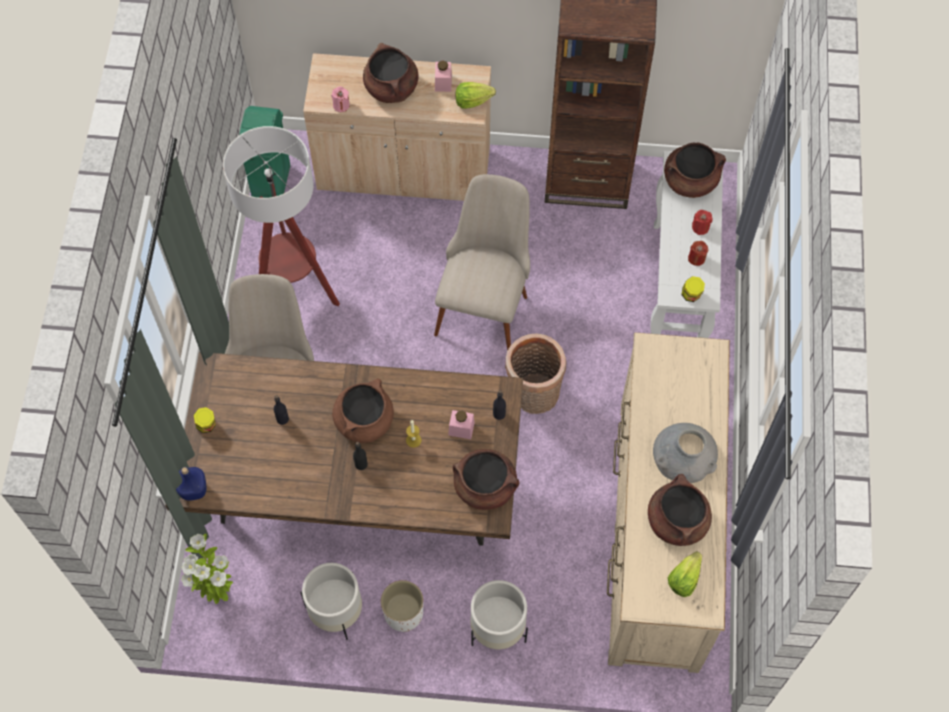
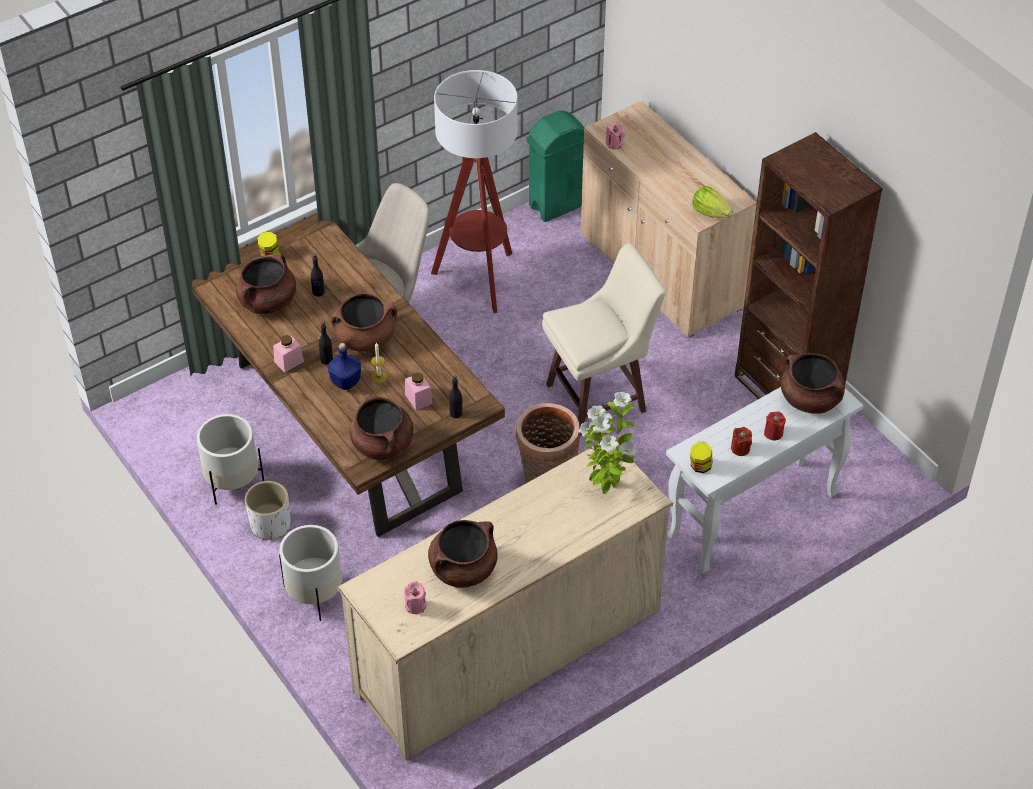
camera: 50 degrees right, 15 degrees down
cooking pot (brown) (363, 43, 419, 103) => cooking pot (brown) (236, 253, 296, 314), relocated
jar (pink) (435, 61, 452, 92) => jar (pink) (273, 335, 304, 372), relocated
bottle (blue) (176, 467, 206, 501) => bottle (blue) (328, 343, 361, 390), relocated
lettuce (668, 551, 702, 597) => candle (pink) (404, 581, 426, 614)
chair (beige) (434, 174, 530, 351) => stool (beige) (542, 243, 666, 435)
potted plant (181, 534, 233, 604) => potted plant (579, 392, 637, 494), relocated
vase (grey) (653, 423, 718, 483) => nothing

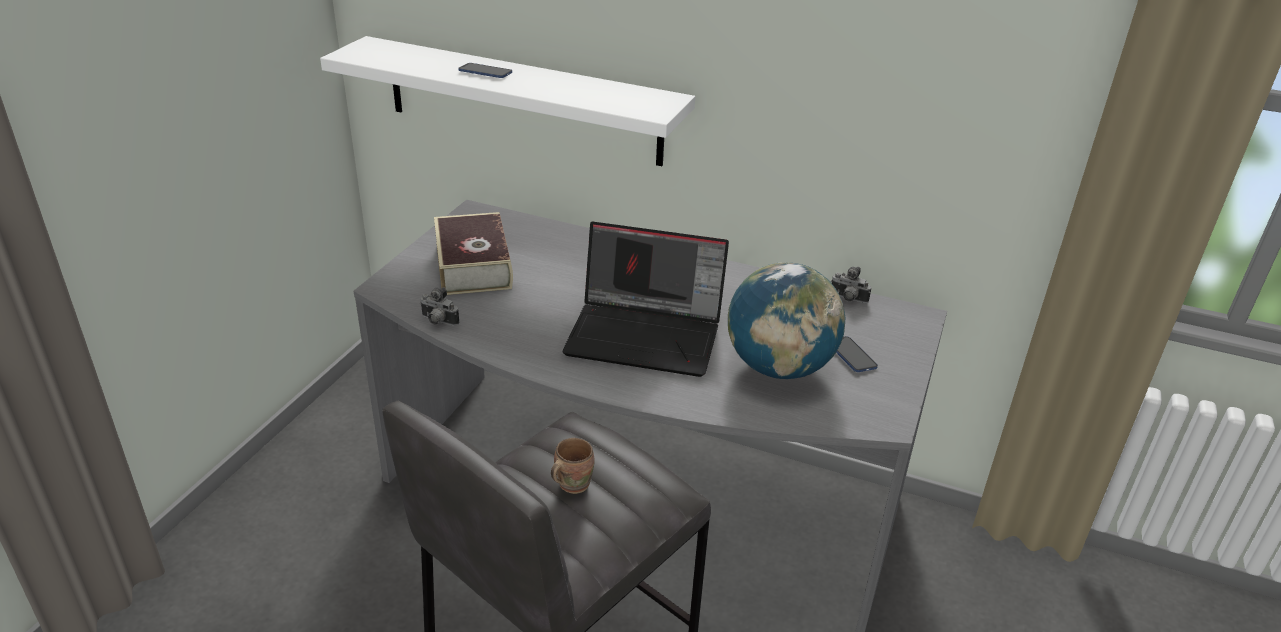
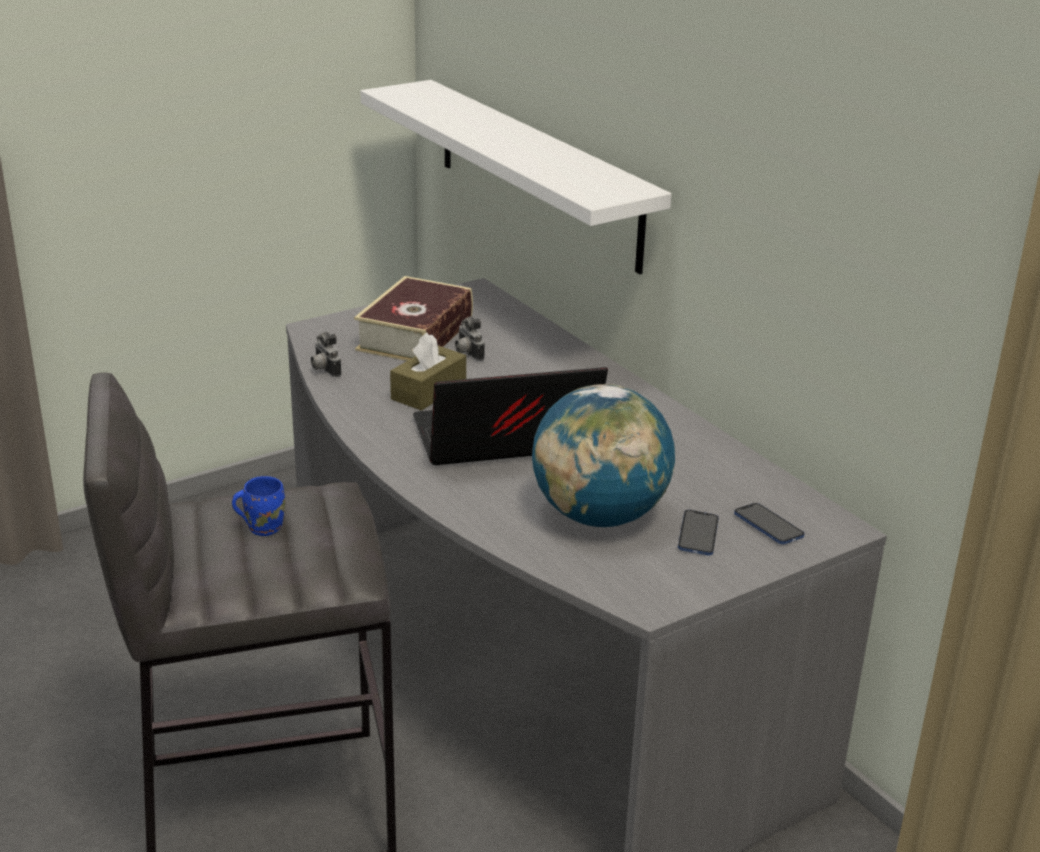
camera: 35 degrees right, 5 degrees down
mug (brown) (551, 438, 595, 494) => mug (blue) (232, 476, 285, 536)
nothing => tissue box (brown) (390, 333, 466, 411)
laptop (562, 222, 729, 377) => laptop (413, 367, 608, 465), 120 degrees clockwise
photo camera (831, 267, 871, 303) => photo camera (455, 316, 485, 361), relocated
phone (458, 63, 512, 78) => phone (734, 503, 805, 544), relocated

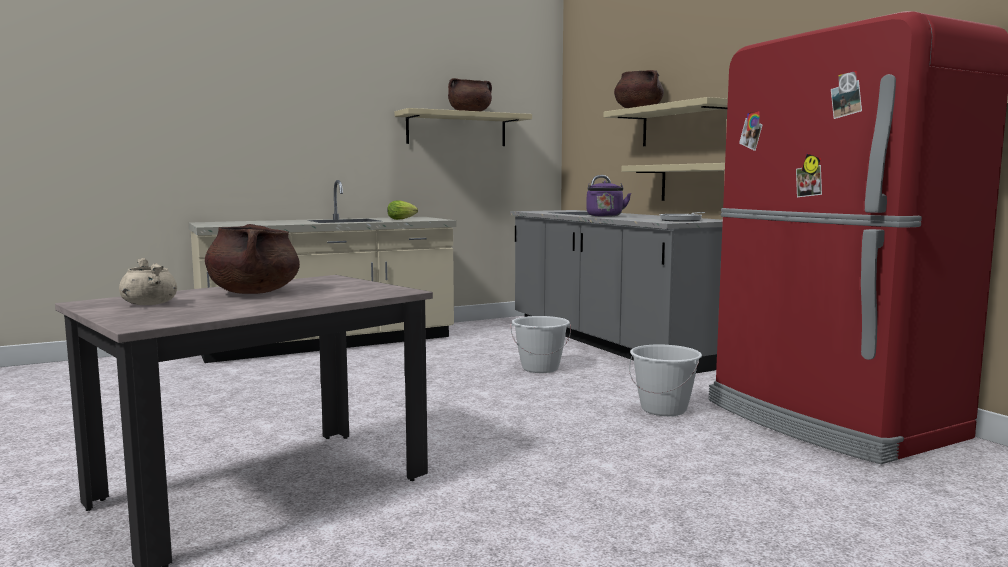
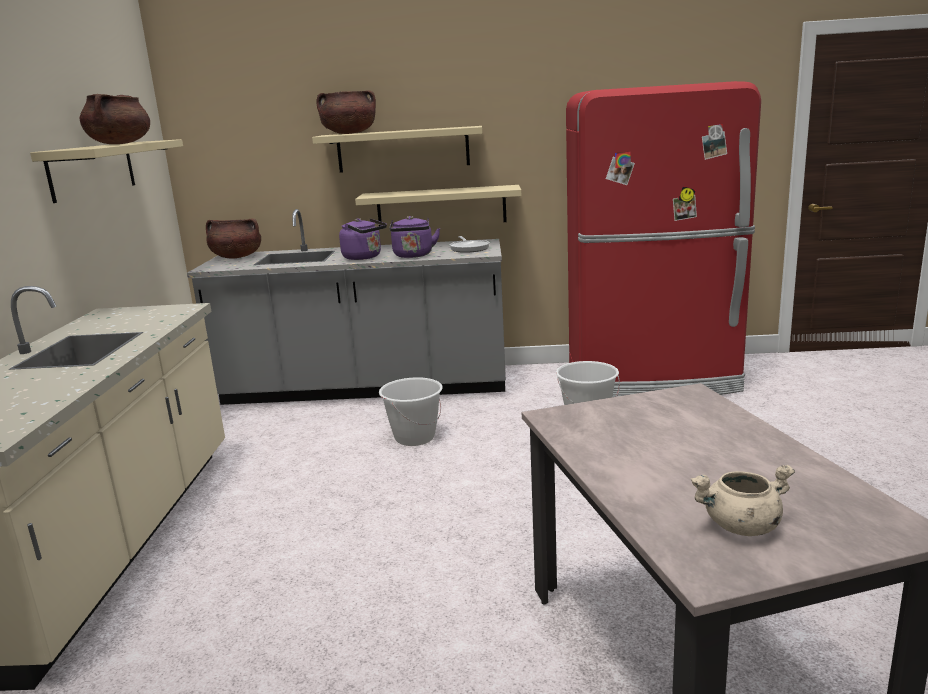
camera: 60 degrees left, 10 degrees up
cooking pot (brown) (205, 224, 300, 294) => cooking pot (brown) (206, 218, 261, 259), relocated
nothing => kettle (purple) (390, 216, 440, 258)
lettuce (387, 201, 418, 220) => nothing

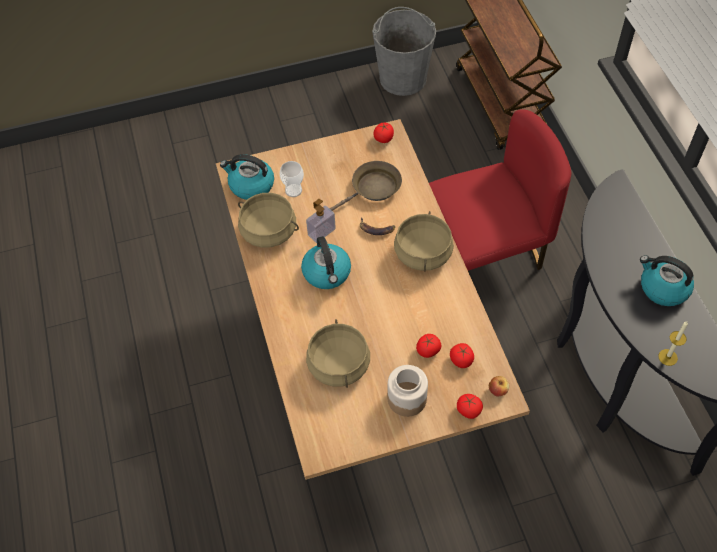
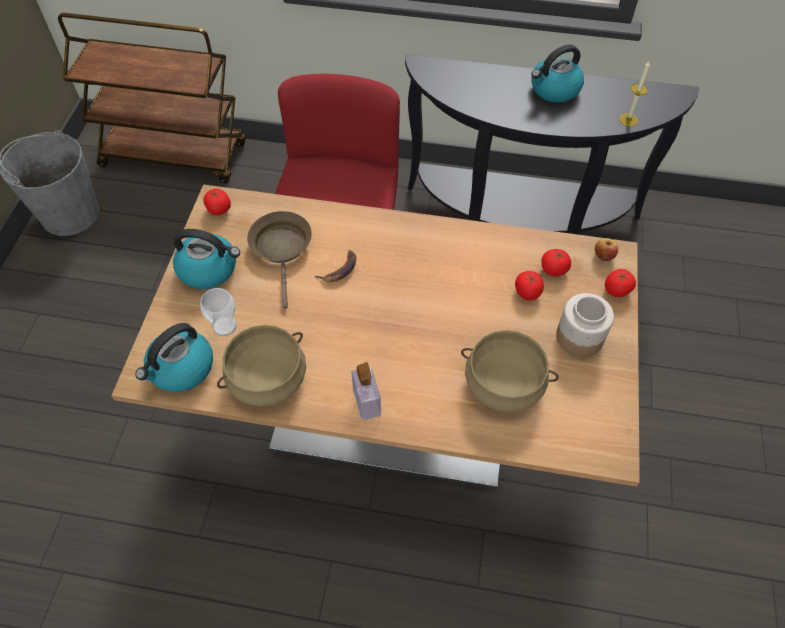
camera: 65 degrees left, 0 degrees up
kettle (301, 236, 351, 289) => kettle (173, 229, 240, 289), relocated
soap dispenser (306, 199, 336, 243) => soap dispenser (352, 362, 381, 420), relocated
cooking pot (beige) (394, 211, 454, 272) => nothing

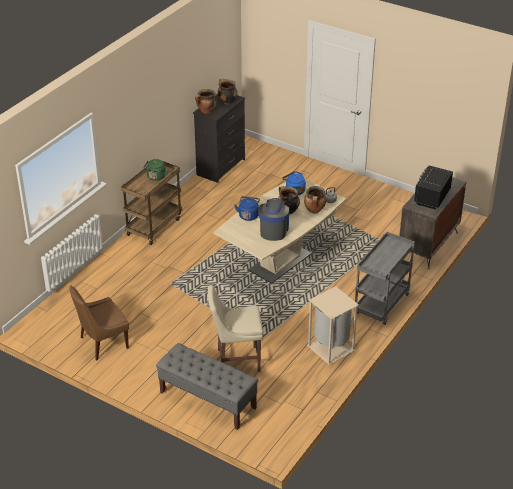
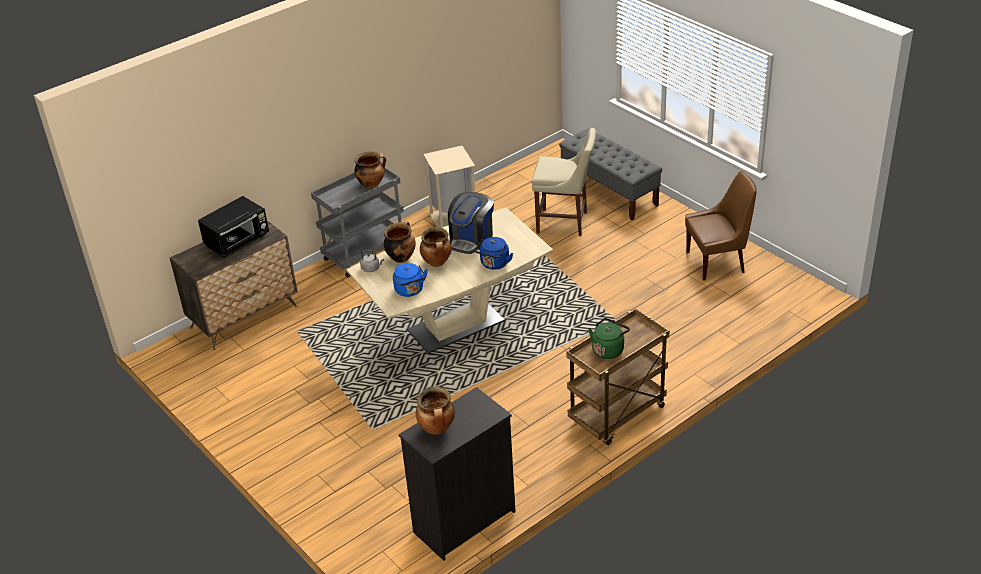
camera: 160 degrees left, 0 degrees up
cooking pot (195, 89, 217, 114) => cooking pot (354, 152, 386, 189), relocated

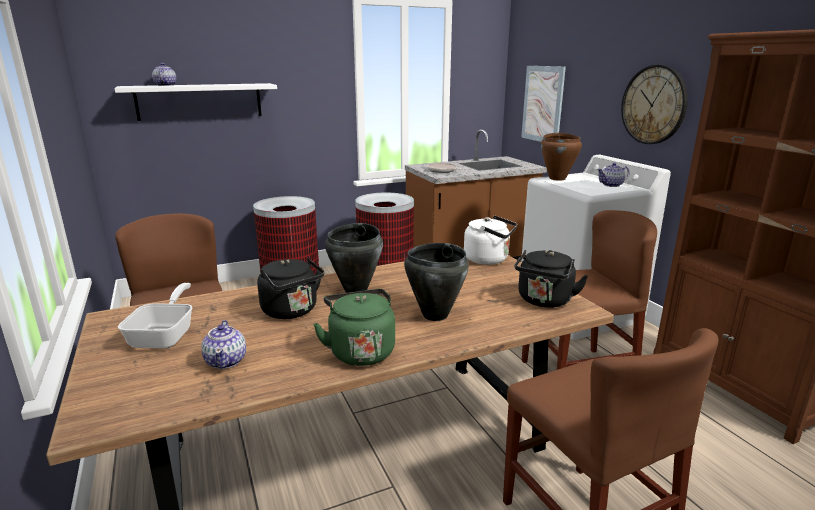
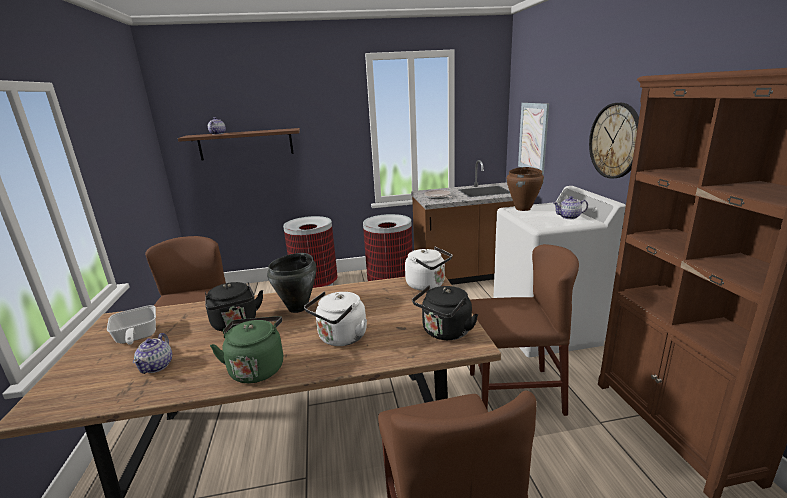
camera: 15 degrees right, 0 degrees up
frying pan (118, 283, 193, 349) => frying pan (107, 305, 156, 345), 135 degrees clockwise
shelf (white) (114, 83, 277, 121) => shelf (brown) (178, 128, 300, 160)
cooking pot (black) (404, 243, 469, 321) => kettle (white) (304, 291, 367, 346)

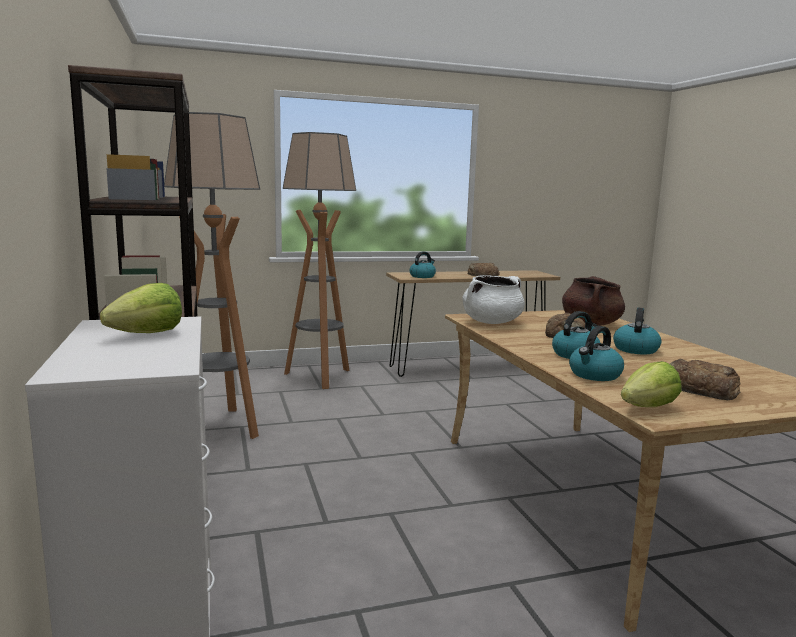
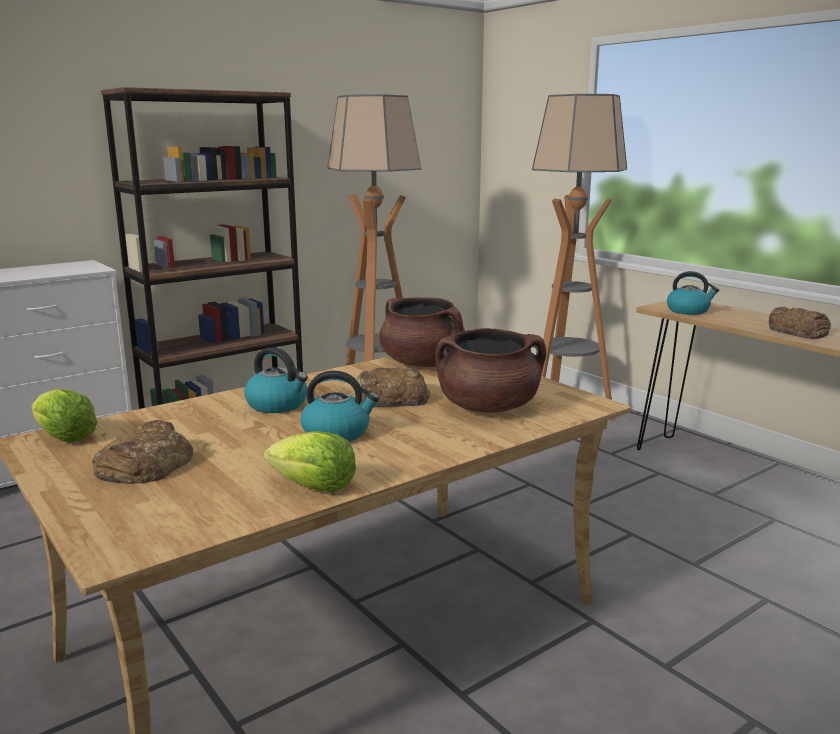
camera: 70 degrees right, 5 degrees up
lettuce (100, 283, 182, 333) => lettuce (264, 431, 356, 492), relocated
cooking pot (white) (463, 275, 525, 324) => cooking pot (brown) (379, 297, 465, 367)
kettle (569, 326, 624, 381) => nothing

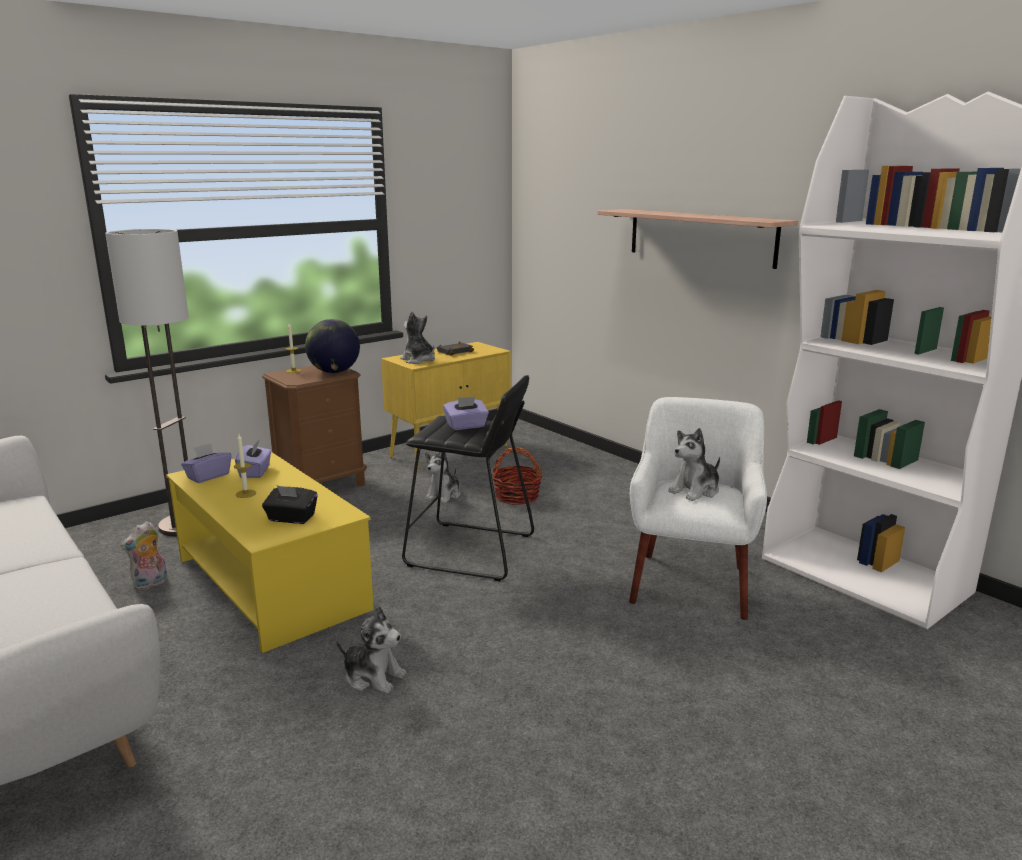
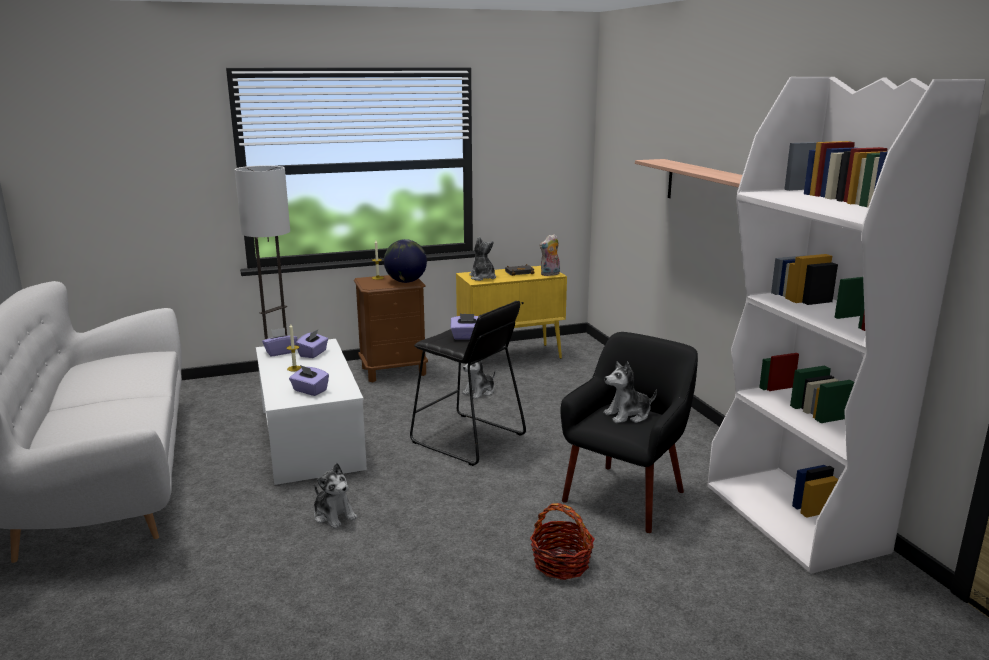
camera: 20 degrees right, 0 degrees up
coffee table (yellow) (166, 452, 374, 653) => coffee table (white) (256, 339, 367, 485)
tissue box (black) (262, 485, 318, 524) => tissue box (purple) (289, 365, 329, 396)
basket (492, 447, 542, 505) => basket (530, 503, 595, 580), relocated
plush toy (120, 521, 168, 590) => plush toy (539, 234, 560, 276), relocated
armchair (white) (629, 397, 767, 620) => armchair (black) (560, 332, 698, 533)

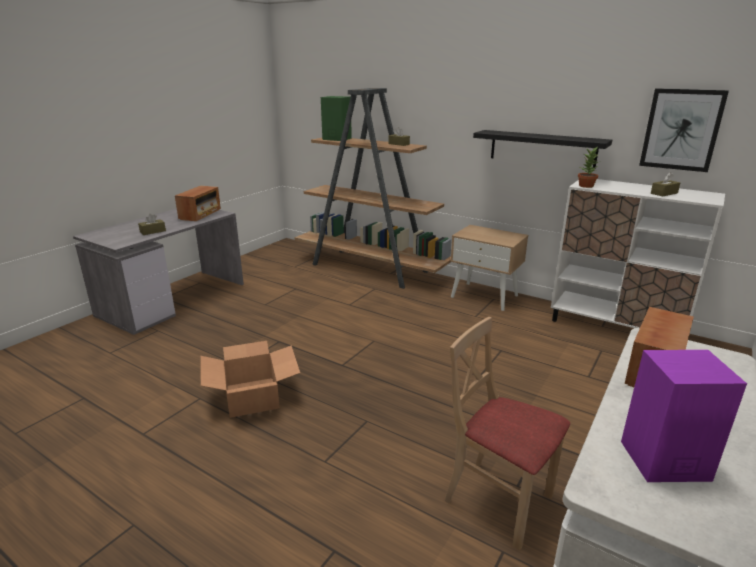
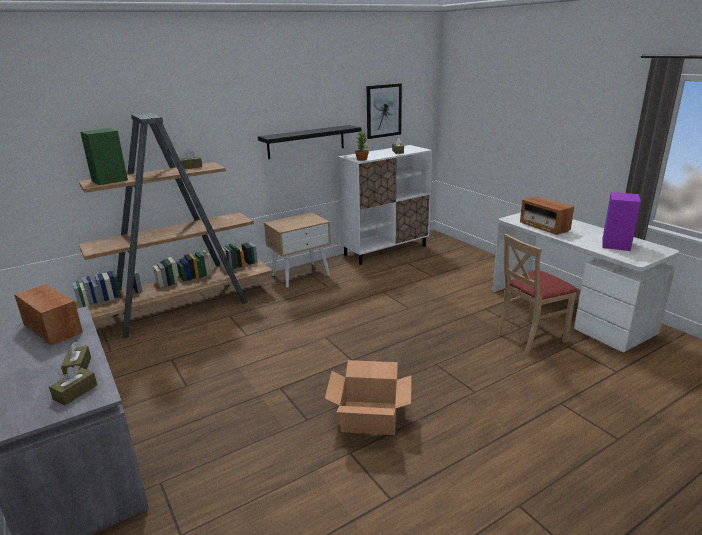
camera: 65 degrees left, 0 degrees up
nothing => tissue box (brown) (49, 365, 97, 405)

